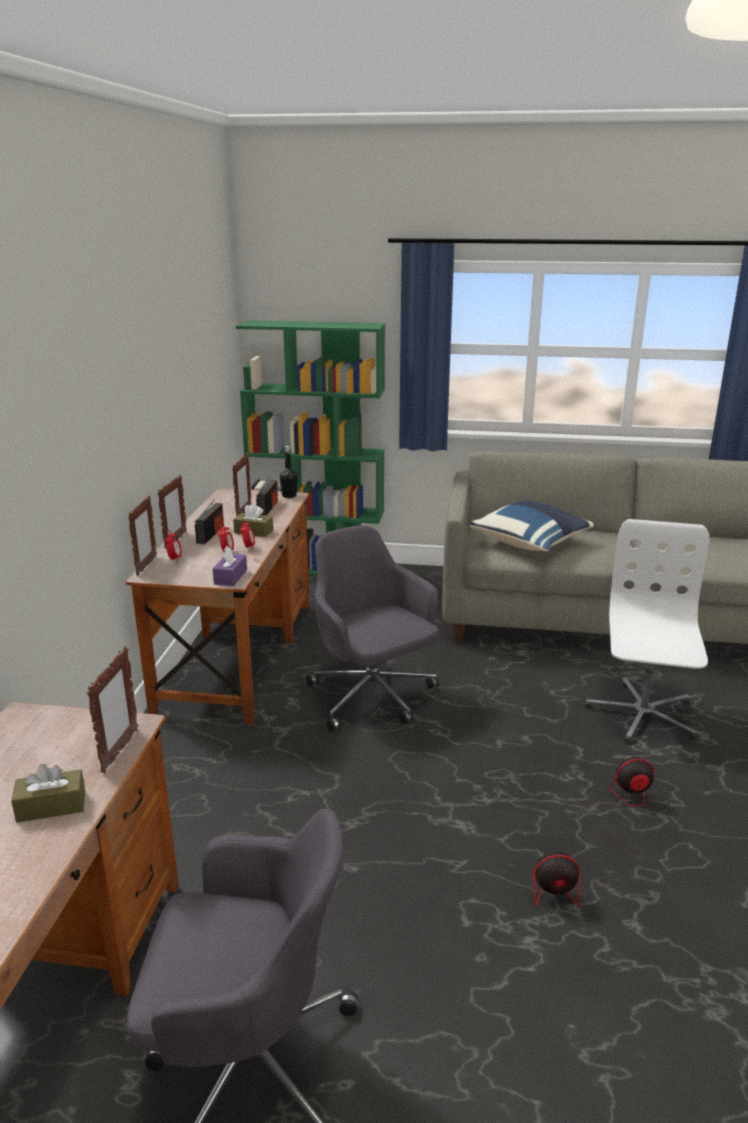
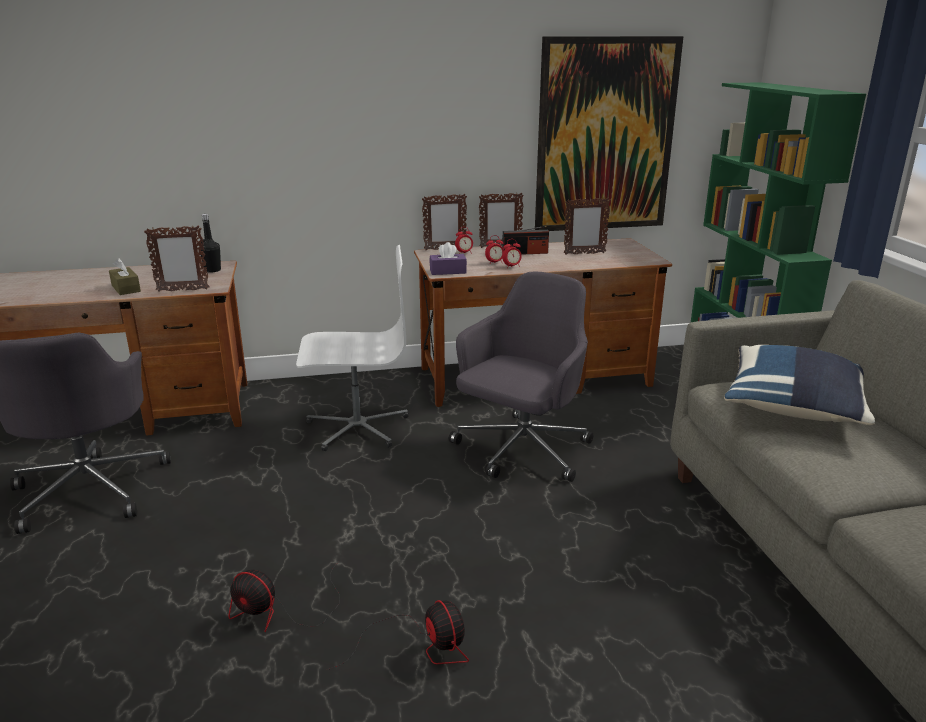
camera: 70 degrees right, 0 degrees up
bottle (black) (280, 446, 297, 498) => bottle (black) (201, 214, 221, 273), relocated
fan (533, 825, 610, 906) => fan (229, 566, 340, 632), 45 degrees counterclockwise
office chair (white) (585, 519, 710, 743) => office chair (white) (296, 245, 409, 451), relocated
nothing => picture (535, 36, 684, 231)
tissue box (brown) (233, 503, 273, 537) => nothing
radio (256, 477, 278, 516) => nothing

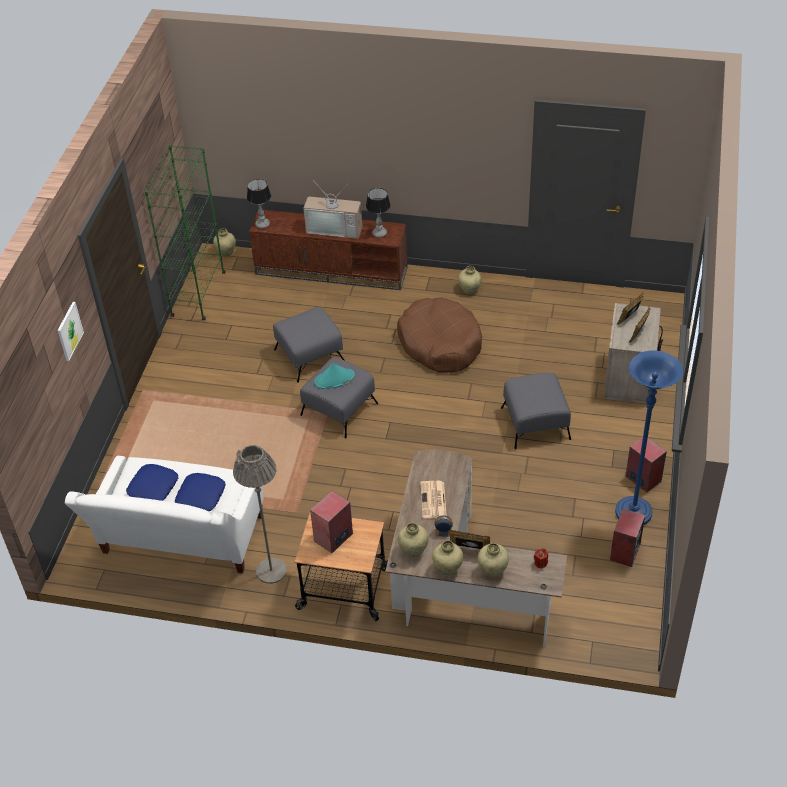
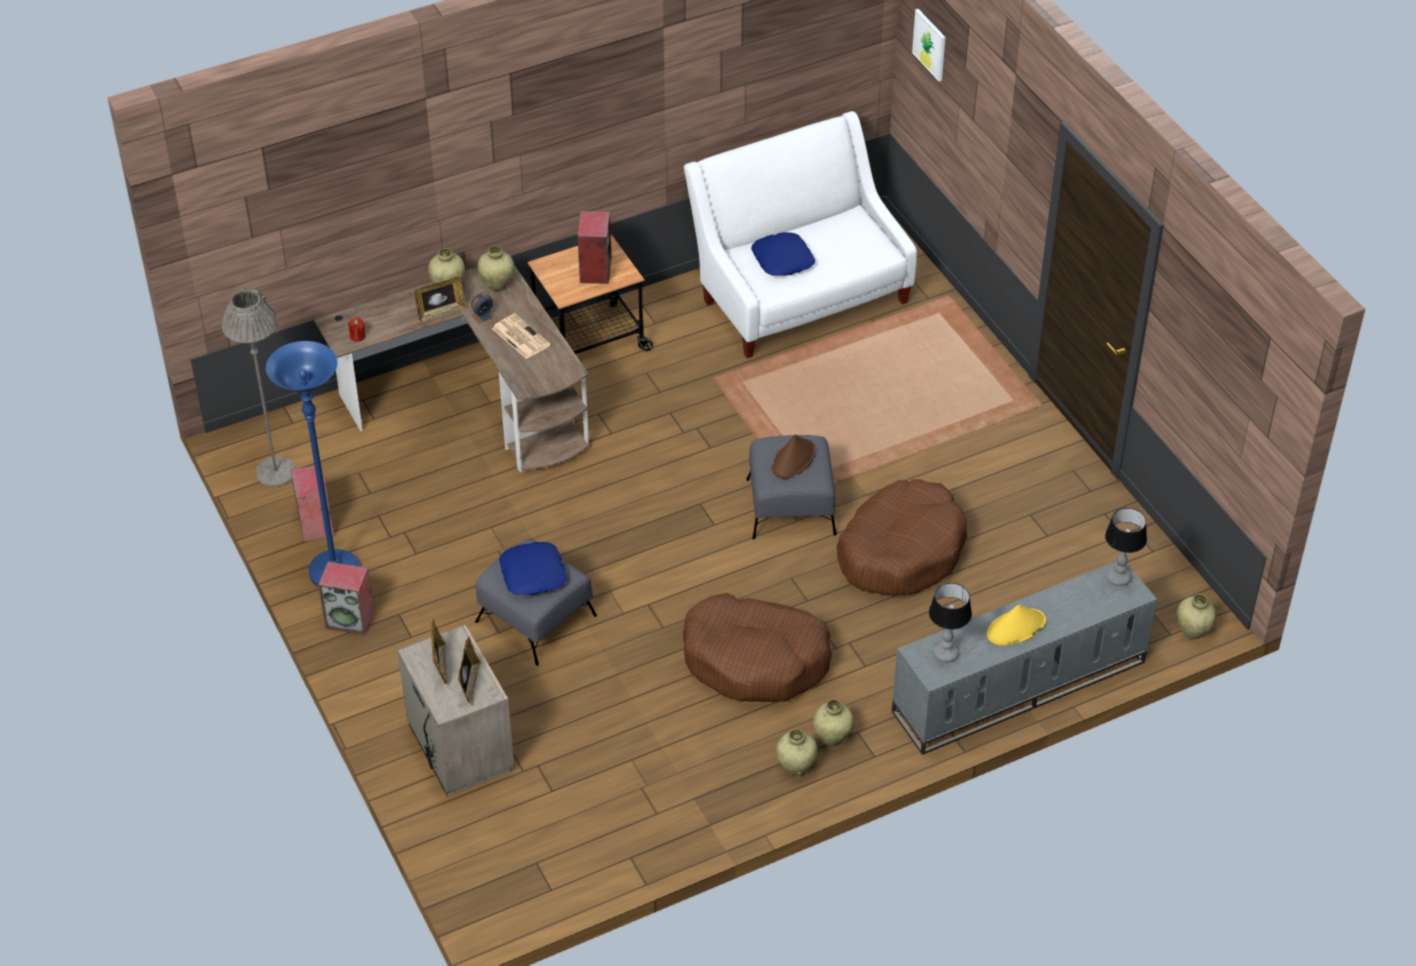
camera: 140 degrees right, 0 degrees up
floor lamp (grey) (233, 445, 287, 584) => floor lamp (grey) (222, 288, 296, 487), relocated
pillow (blue) (126, 464, 178, 501) => pillow (blue) (499, 542, 567, 596), relocated
hat (turquoise) (315, 363, 355, 389) => hat (brown) (772, 435, 816, 479)
vase (beige) (478, 543, 509, 577) => vase (beige) (813, 699, 854, 746), relocated
ottoman (grey) (273, 307, 344, 383) => dog bed (brown) (837, 479, 967, 596)
tv stand (brown) (249, 209, 407, 290) => tv stand (grey) (892, 561, 1157, 755)
picture (57, 302, 84, 361) => picture (912, 9, 945, 81), relocated
television (303, 184, 362, 239) => hat (yellow) (987, 605, 1046, 646)
bookcase (green) (145, 145, 226, 320) => nothing

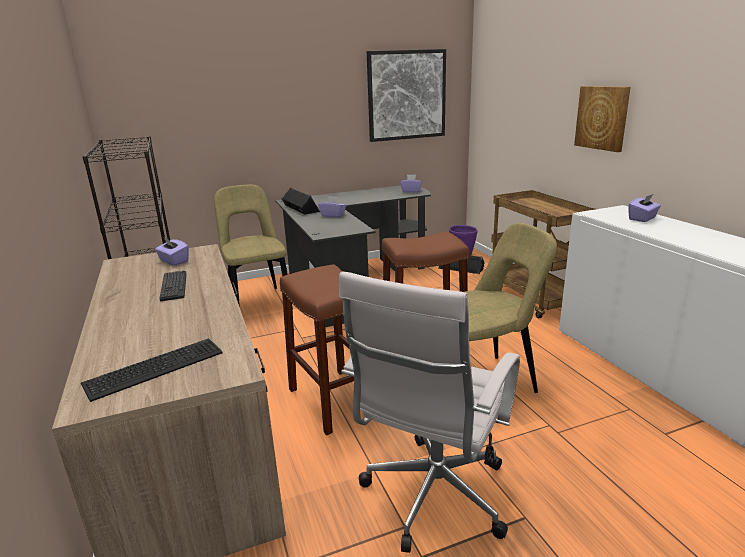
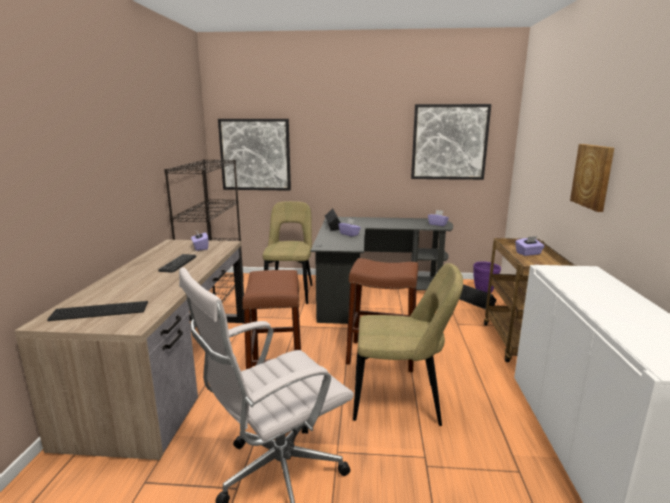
camera: 25 degrees right, 5 degrees down
nothing => picture (218, 119, 291, 191)
tissue box (purple) (628, 194, 661, 222) => tissue box (purple) (515, 236, 545, 256), relocated

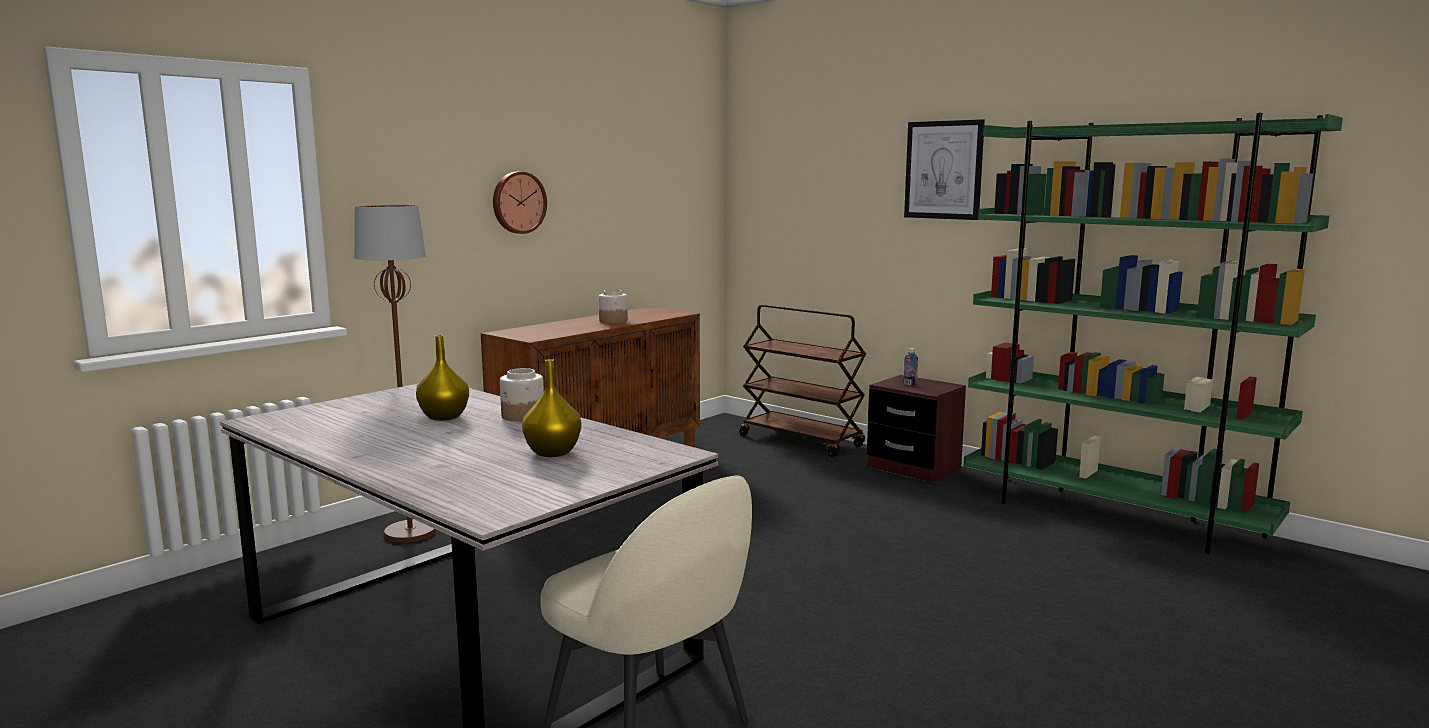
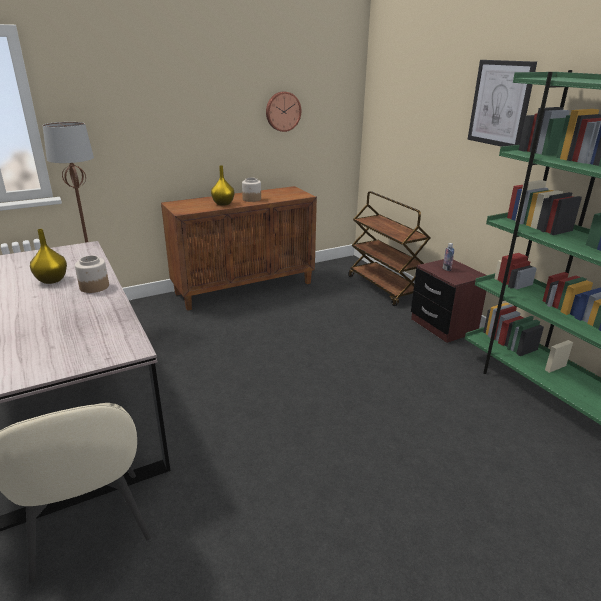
camera: 20 degrees right, 15 degrees up
vase (yellow) (522, 359, 581, 457) => vase (yellow) (211, 165, 235, 206), relocated
wall clock (493, 172, 547, 234) => wall clock (266, 91, 301, 132), relocated

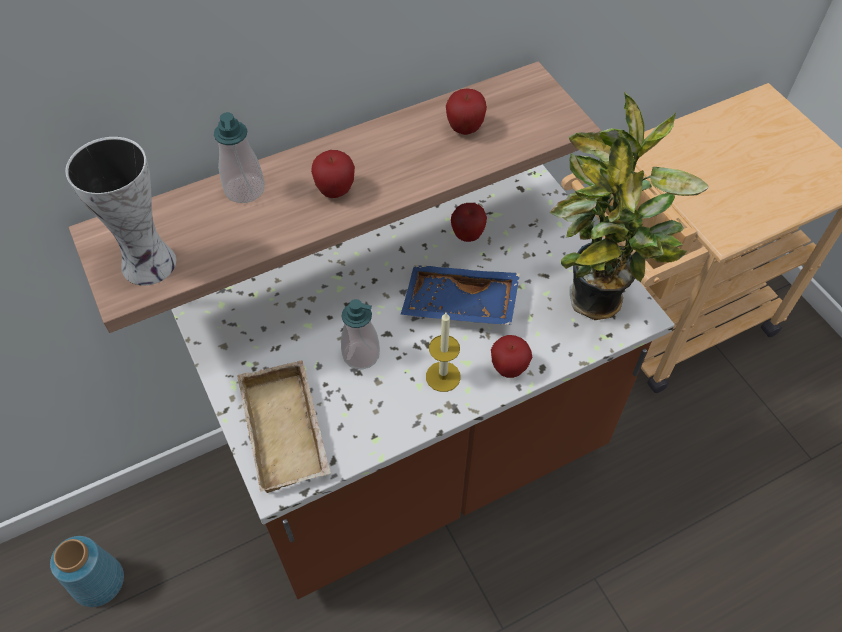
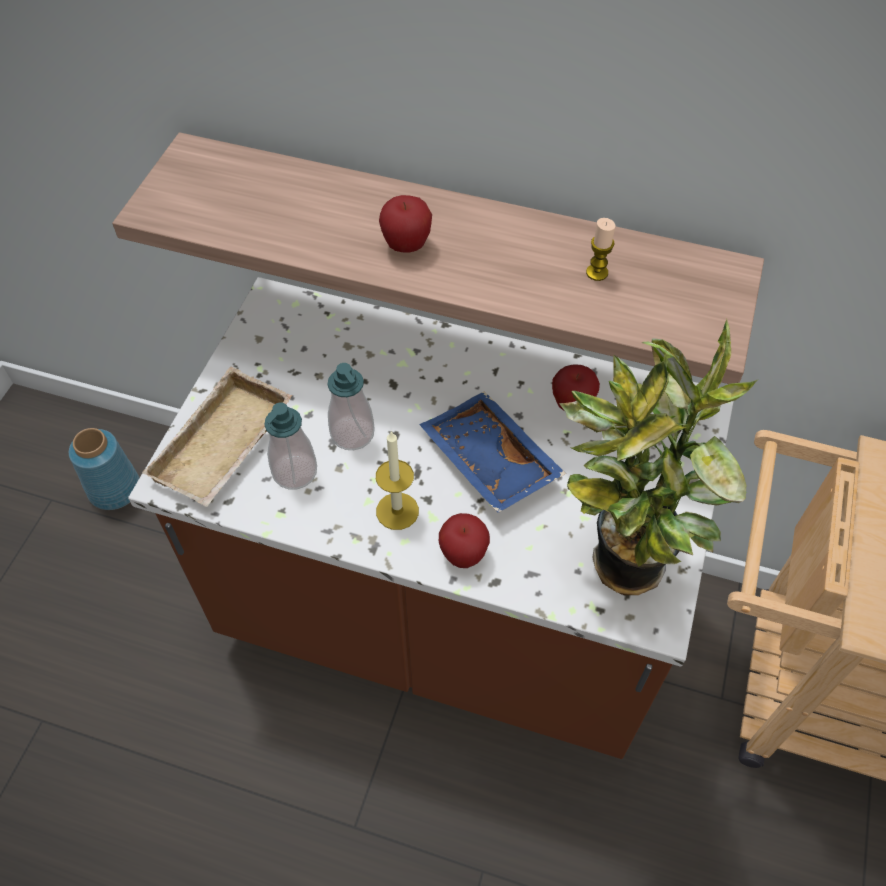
camera: 45 degrees right, 0 degrees up
soap dispenser (214, 112, 265, 203) => soap dispenser (265, 402, 317, 489), relocated
apple (446, 88, 487, 135) => candle (586, 218, 615, 281)
vase (65, 137, 176, 286) => nothing

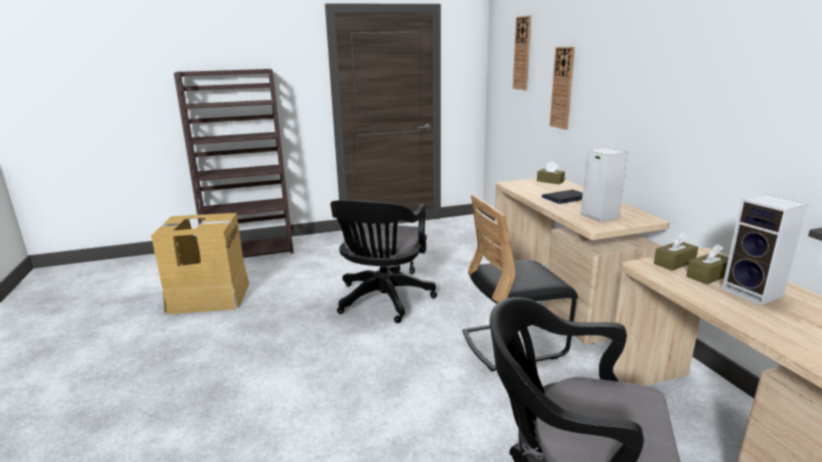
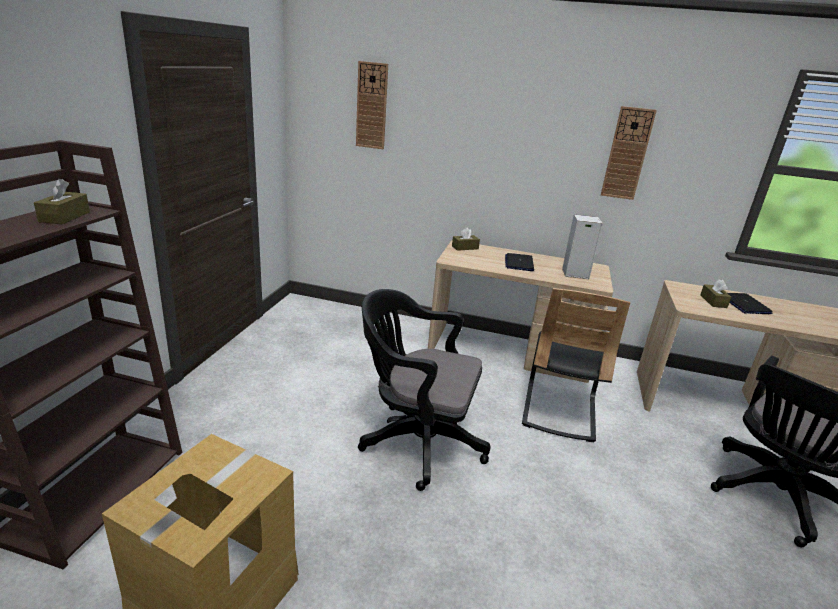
camera: 60 degrees left, 5 degrees up
tissue box (brown) (654, 233, 698, 271) => tissue box (brown) (34, 179, 90, 224), relocated
office chair (black) (330, 200, 437, 323) => office chair (black) (358, 289, 490, 491), 150 degrees clockwise
wall clock (550, 47, 575, 130) => wall clock (601, 106, 657, 200), relocated
speaker (722, 194, 808, 305) => laptop (728, 293, 772, 314)

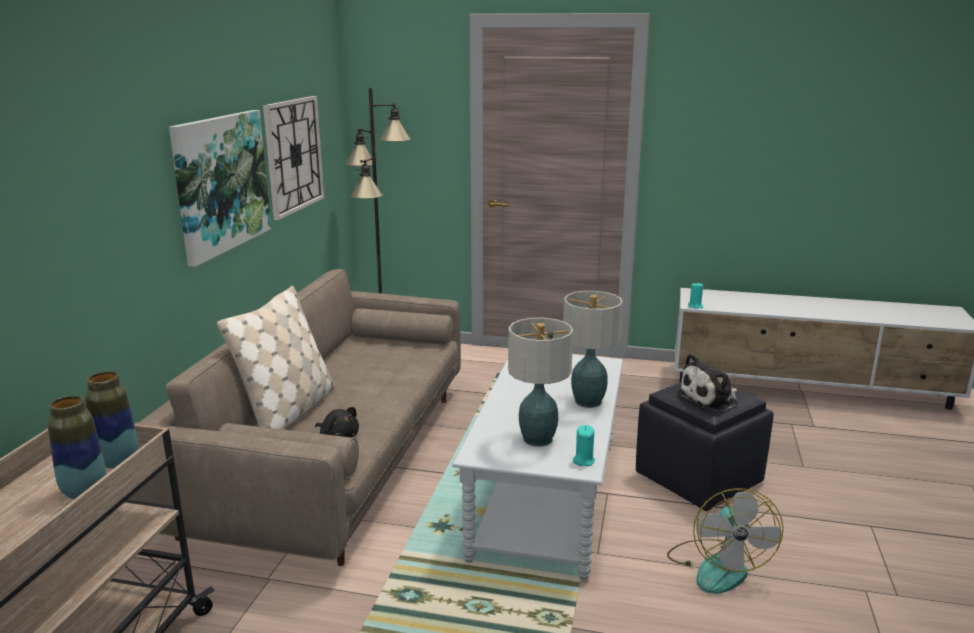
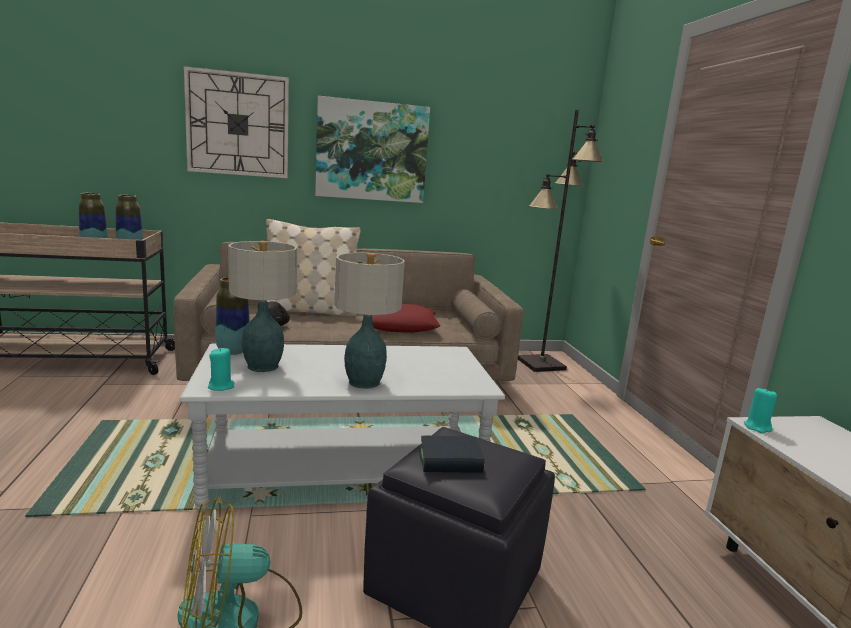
camera: 65 degrees right, 5 degrees down
wall clock (263, 96, 324, 220) => wall clock (184, 66, 289, 178), relocated
nothing => vase (215, 277, 250, 355)
nothing => pillow (red) (361, 304, 441, 333)
plush toy (676, 353, 738, 411) => book (419, 436, 484, 473)

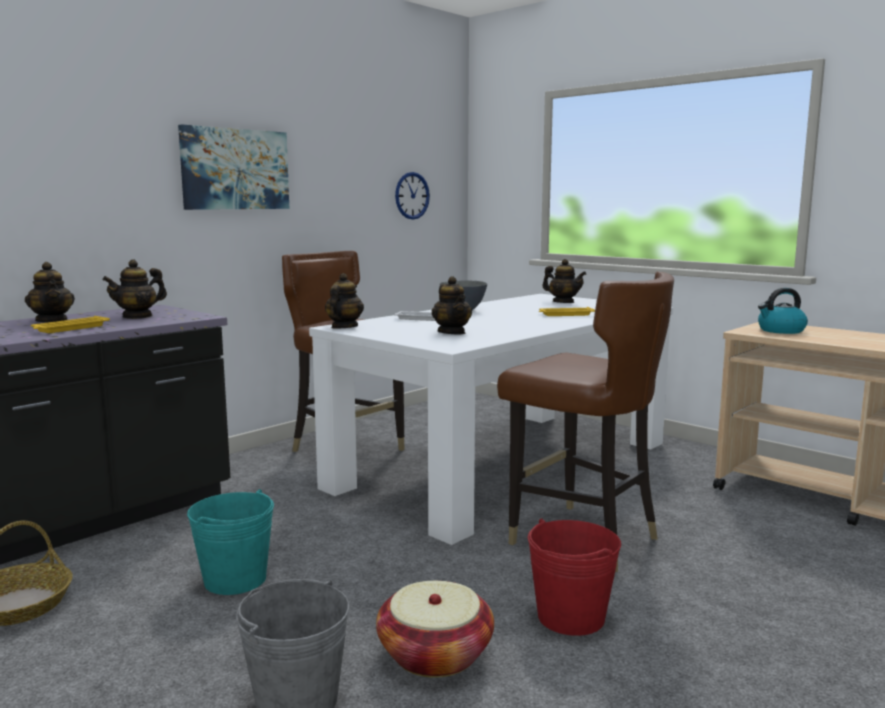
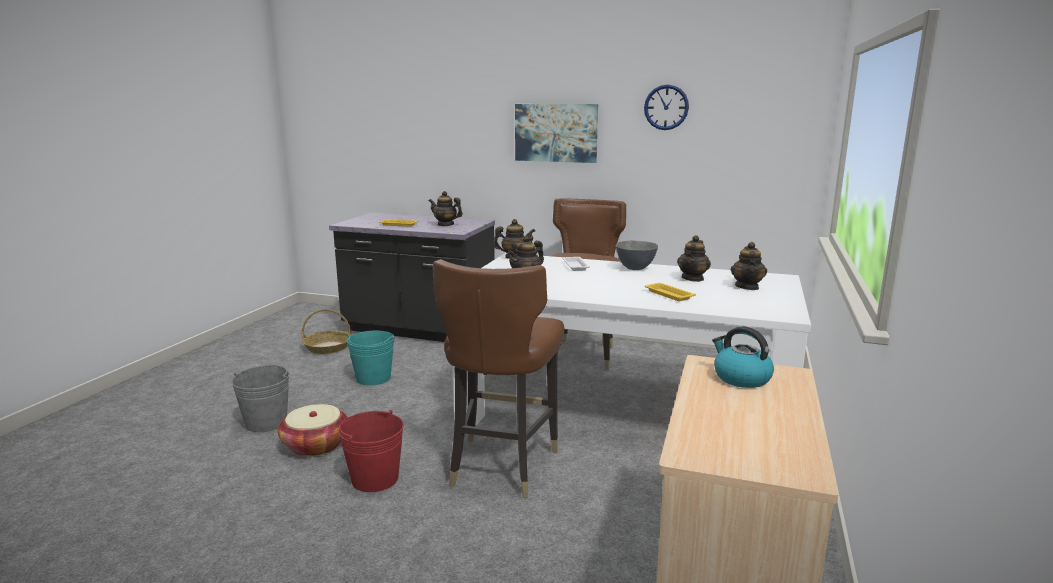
camera: 65 degrees right, 5 degrees up
wall clock (395, 172, 430, 220) => wall clock (644, 85, 689, 130), relocated
teapot (25, 262, 75, 322) => teapot (677, 235, 711, 282), relocated

